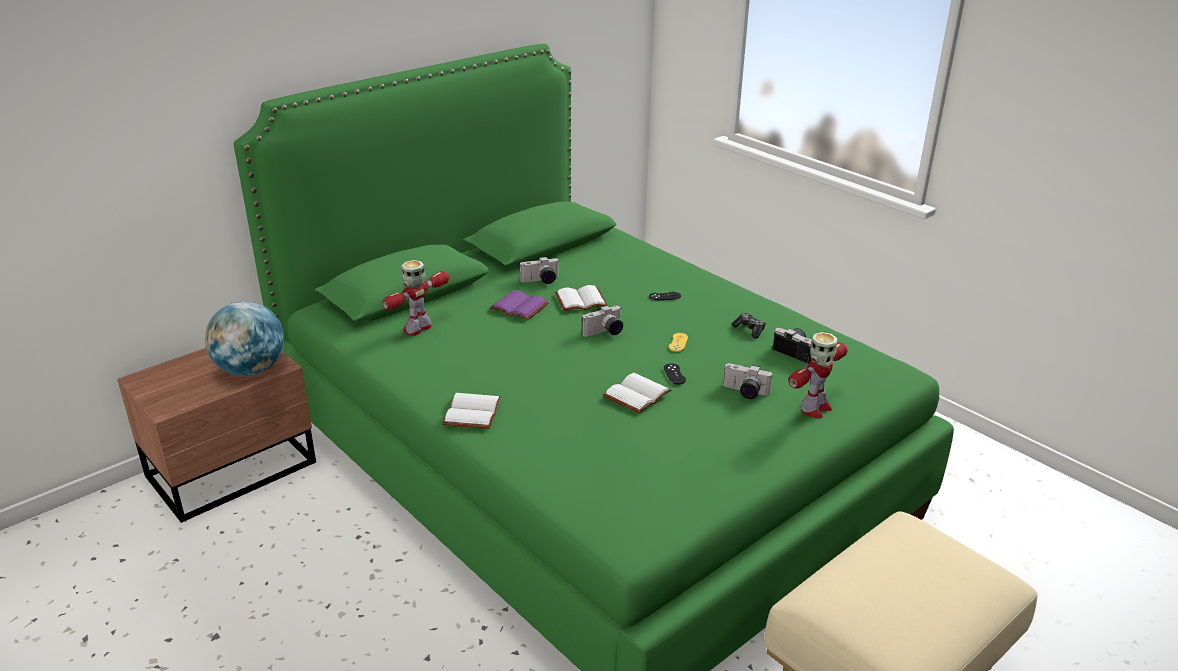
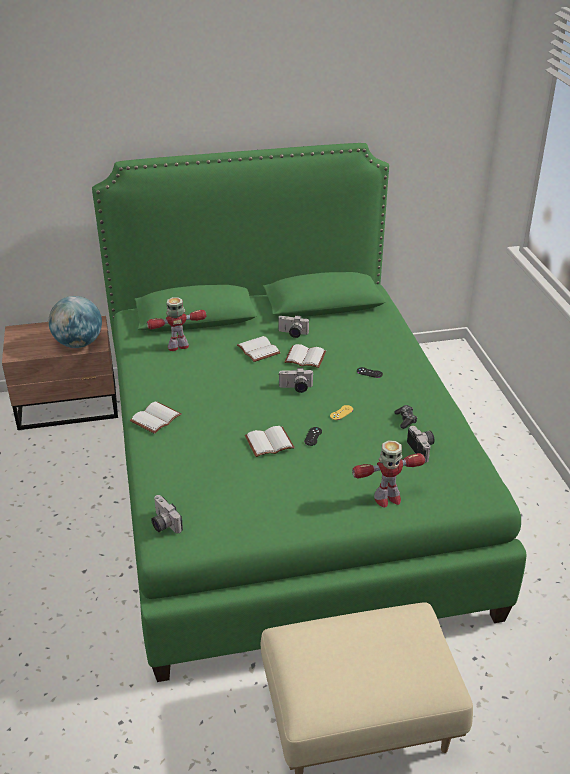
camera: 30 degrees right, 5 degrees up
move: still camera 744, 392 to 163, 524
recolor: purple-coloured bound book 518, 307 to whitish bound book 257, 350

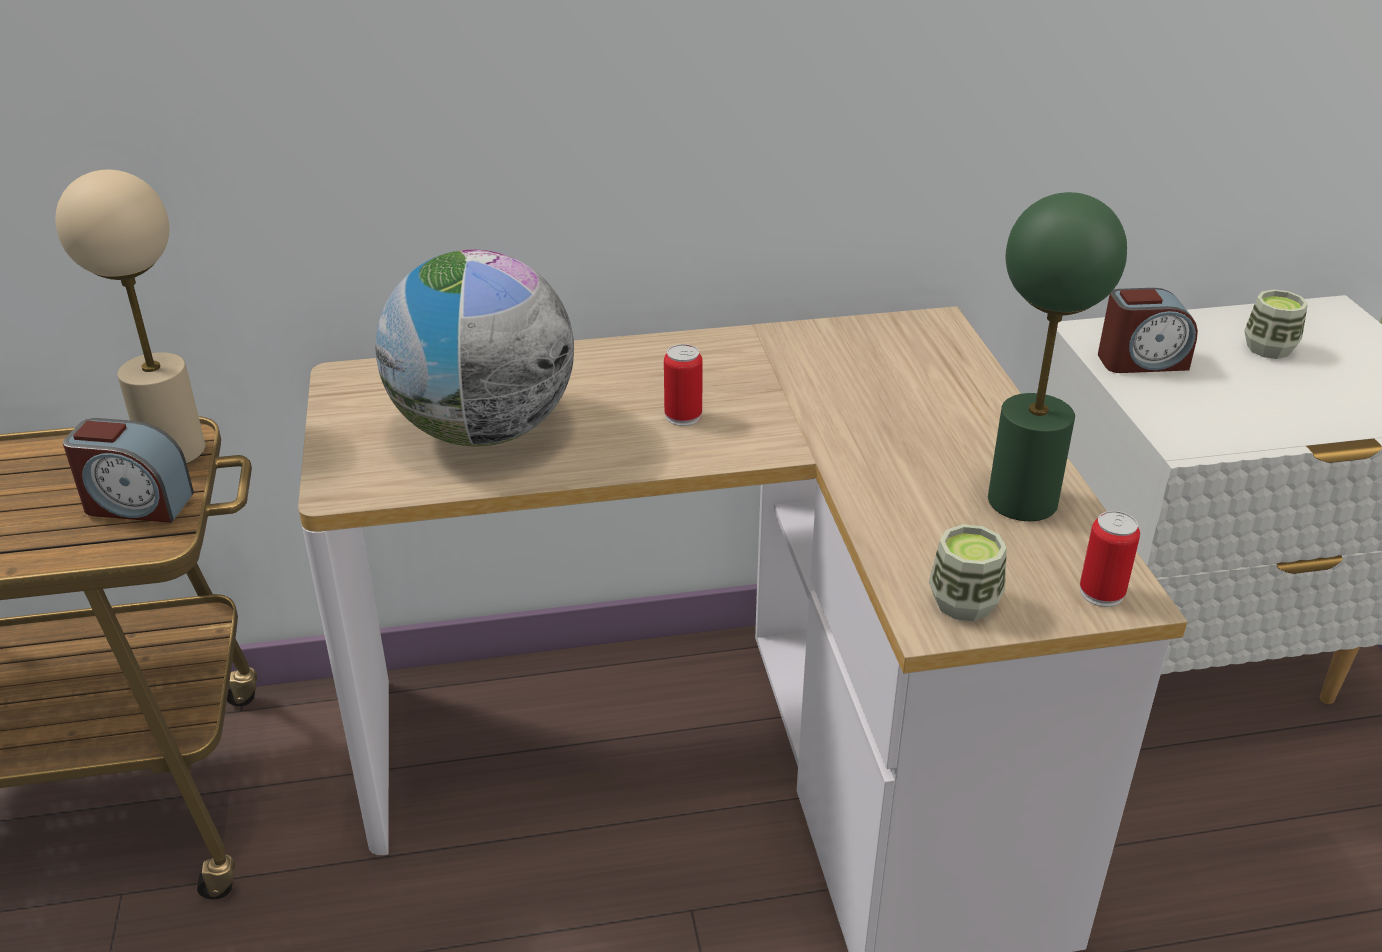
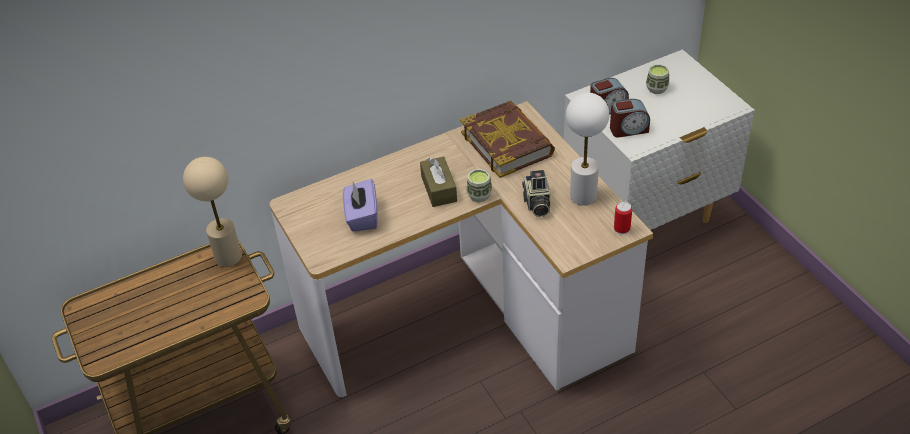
camera: 15 degrees left, 10 degrees up
insert: bound book 507, 143; still camera 536, 203
move: table clock 137, 504 to 628, 129; cup 964, 602 to 479, 195
replace: world globe 484, 430 to purple-coloured box of tissues 362, 216; can 683, 416 to brownish box of tissues 439, 189
recolor: green table lamp 1022, 501 to whitish table lamp 583, 196

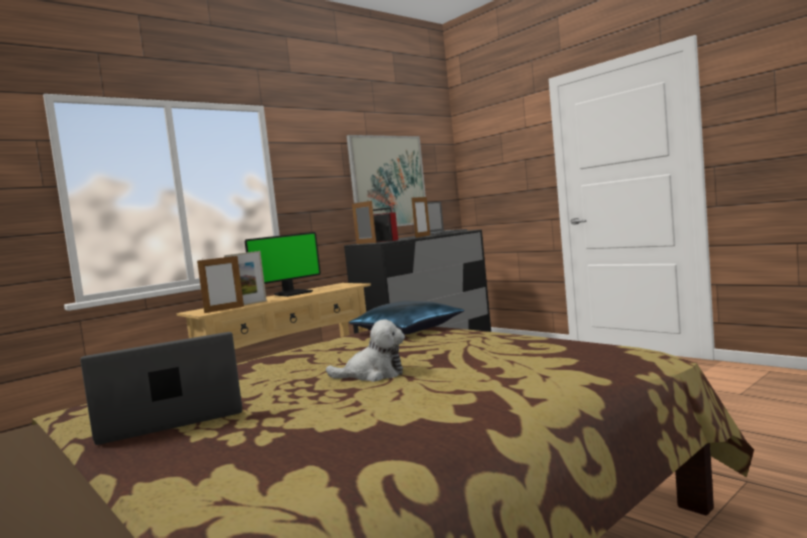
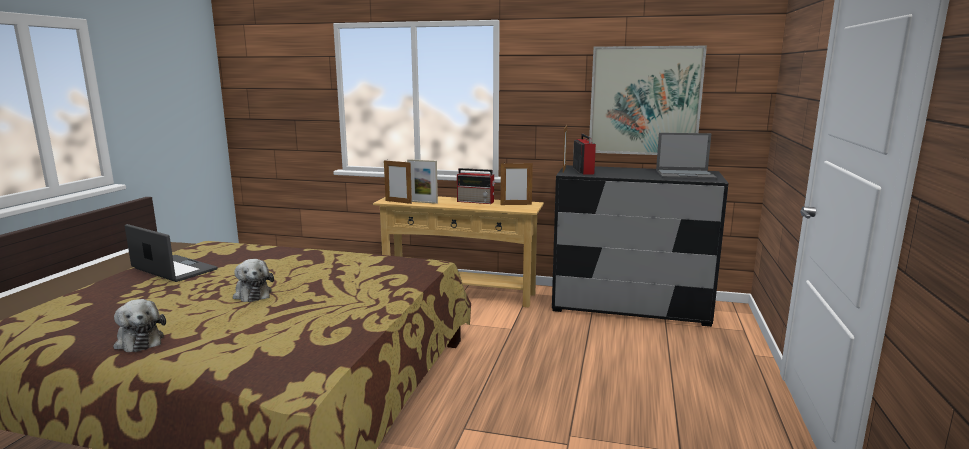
camera: 55 degrees right, 10 degrees up
delete: bluish cushion 406, 329
insert: cuddly toy 139, 340
move: picture frame 423, 236 to 516, 204
replace: monitor 293, 293 to radio receiver 476, 201

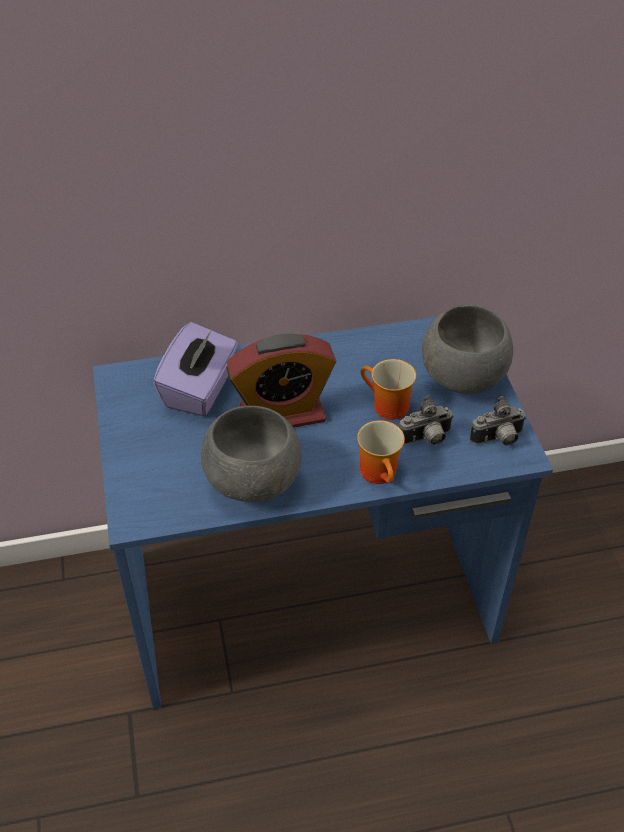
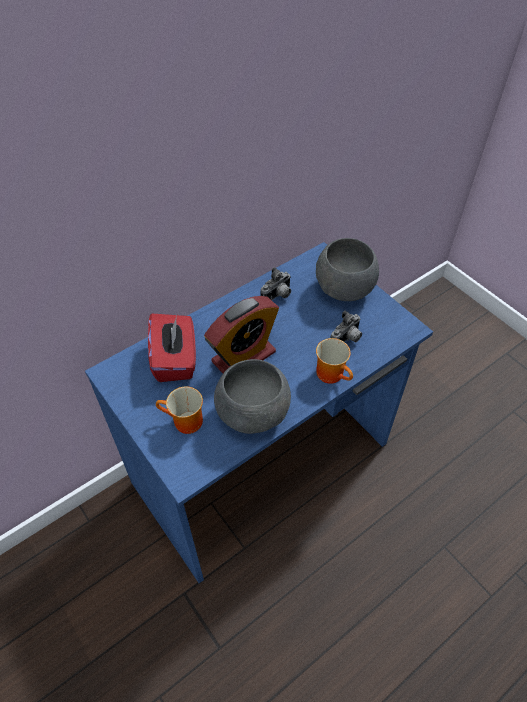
camera: 25 degrees left, 5 degrees up
move: mug 386, 407 to 184, 423; still camera 498, 440 to 278, 296
recolor: purple-coloured box of tissues 200, 389 to red-coloured box of tissues 175, 360

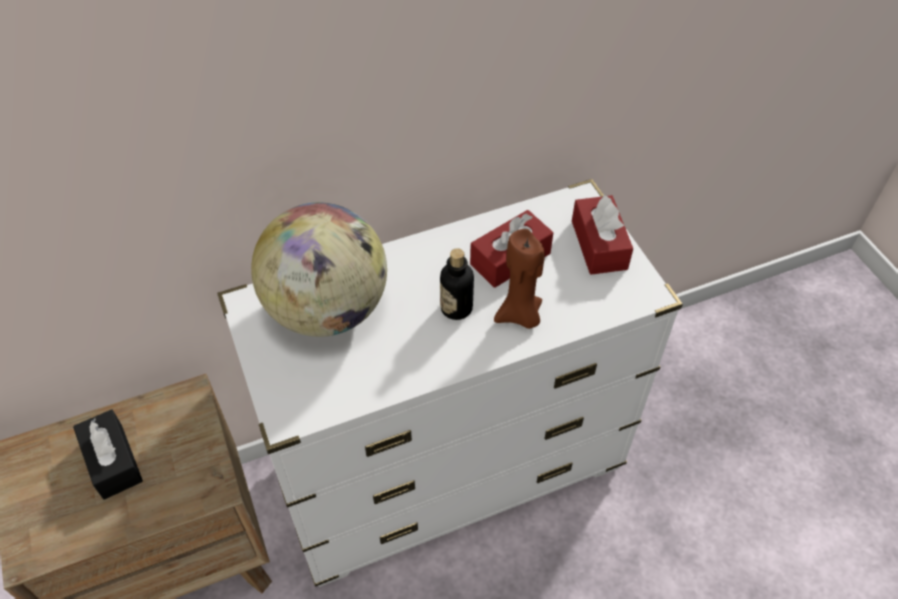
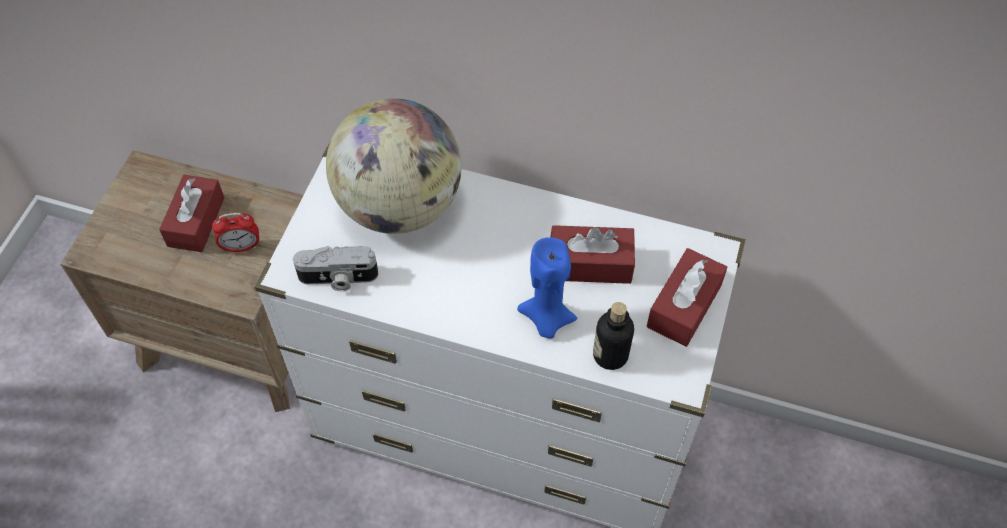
camera: 40 degrees right, 5 degrees up
insert: table clock 241, 247; still camera 338, 279
move: drink bottle 456, 308 to 610, 355
recolor: brownish wax candle 520, 316 to bluish wax candle 546, 320; black box of tissues 113, 461 to red-coloured box of tissues 196, 221

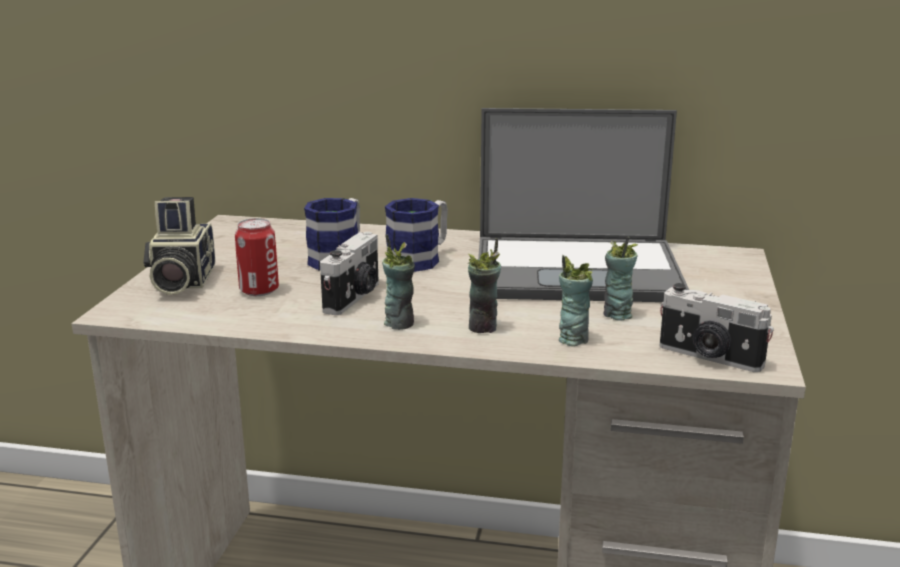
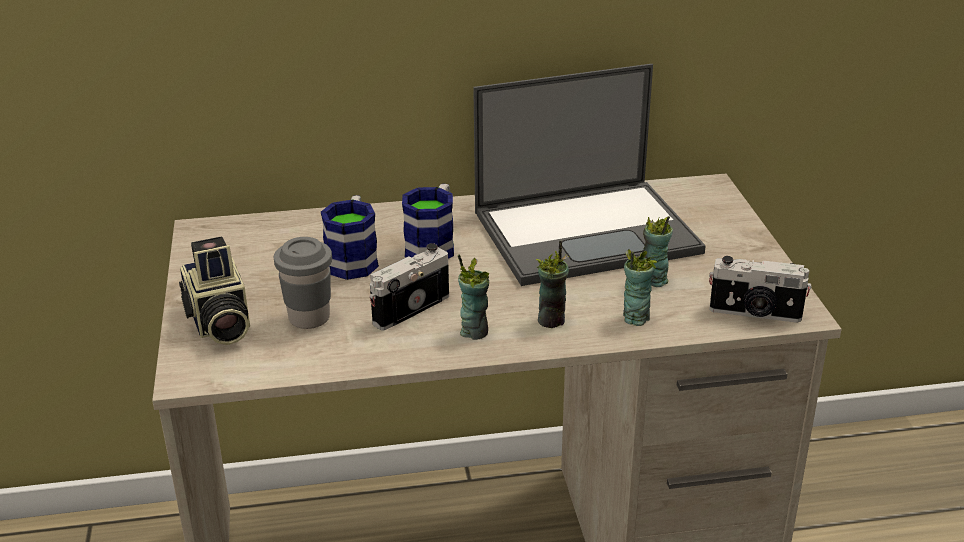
camera: 20 degrees left, 10 degrees up
replace: can 259, 290 to grey cup 309, 318
rotate: still camera 354, 298 = 409, 308 135 degrees counterclockwise

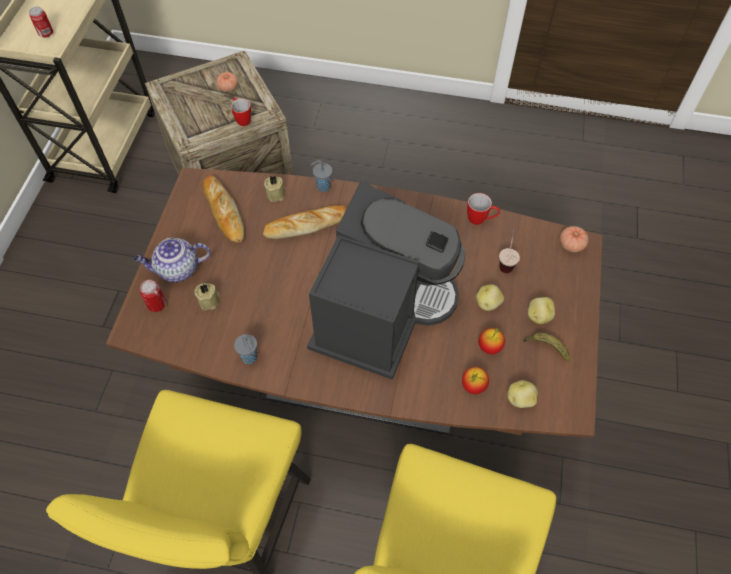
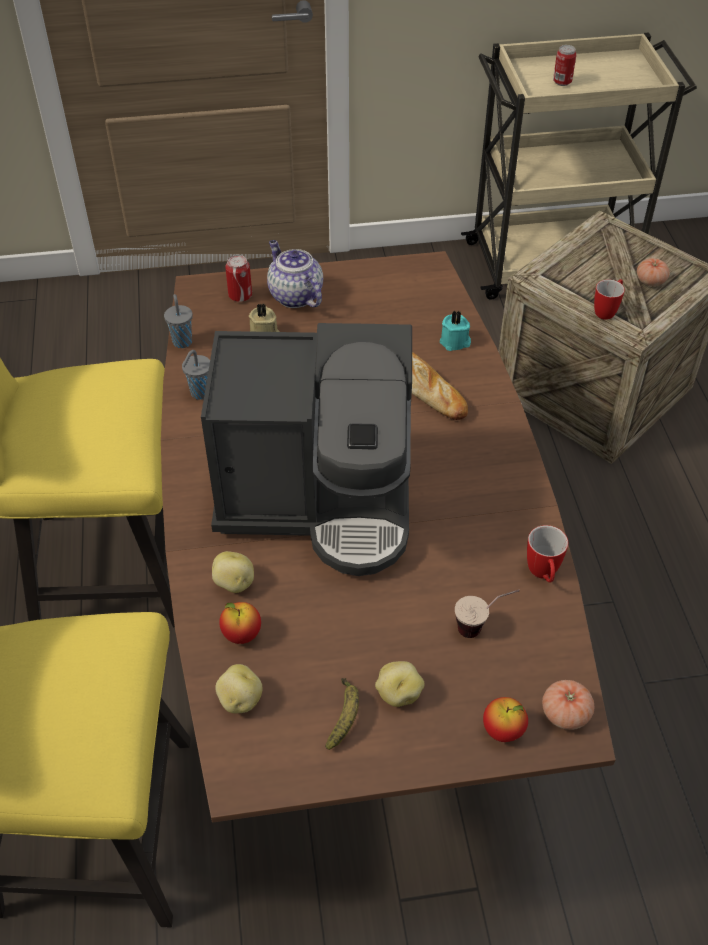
camera: 70 degrees right, 10 degrees down
delete: bakery bread 224, 212
move: grey cup 322, 187 to 182, 341; spud 488, 303 to 234, 583; whole apple 489, 347 to 503, 730
recolor: beige-coloured wax candle 276, 193 to turquoise wax candle 455, 342

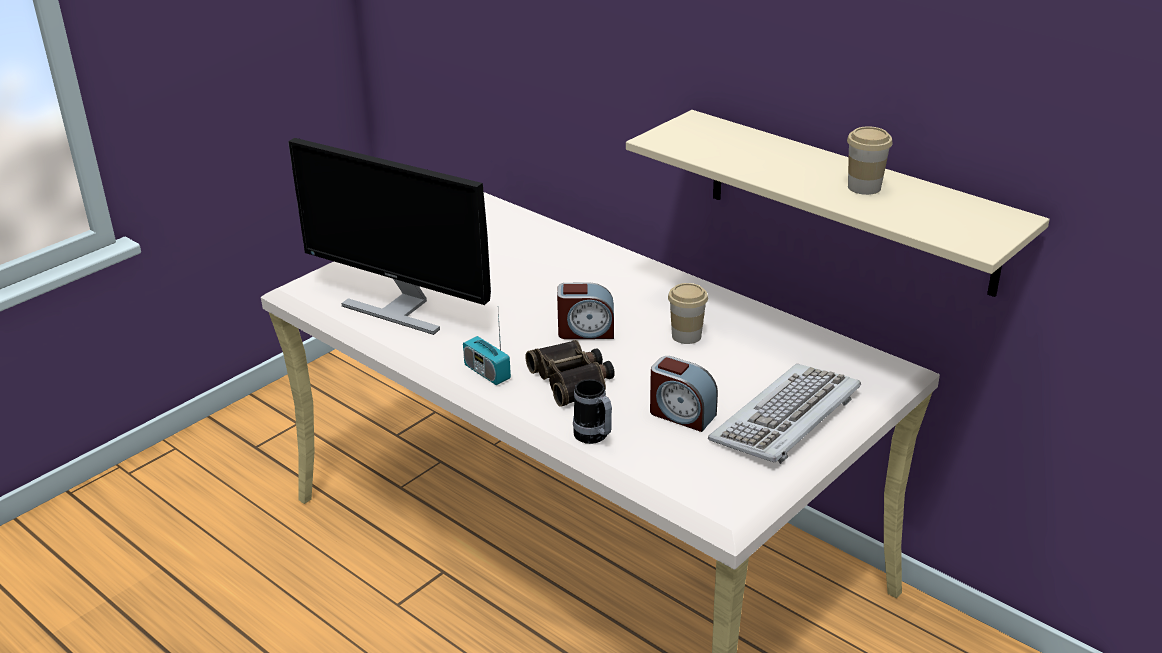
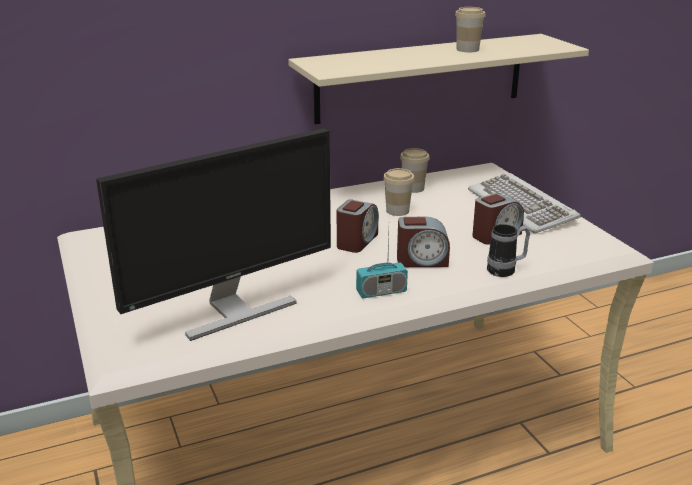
camera: 65 degrees left, 5 degrees down
insert: cup 413, 188
replace: binoculars 573, 380 to table clock 422, 261

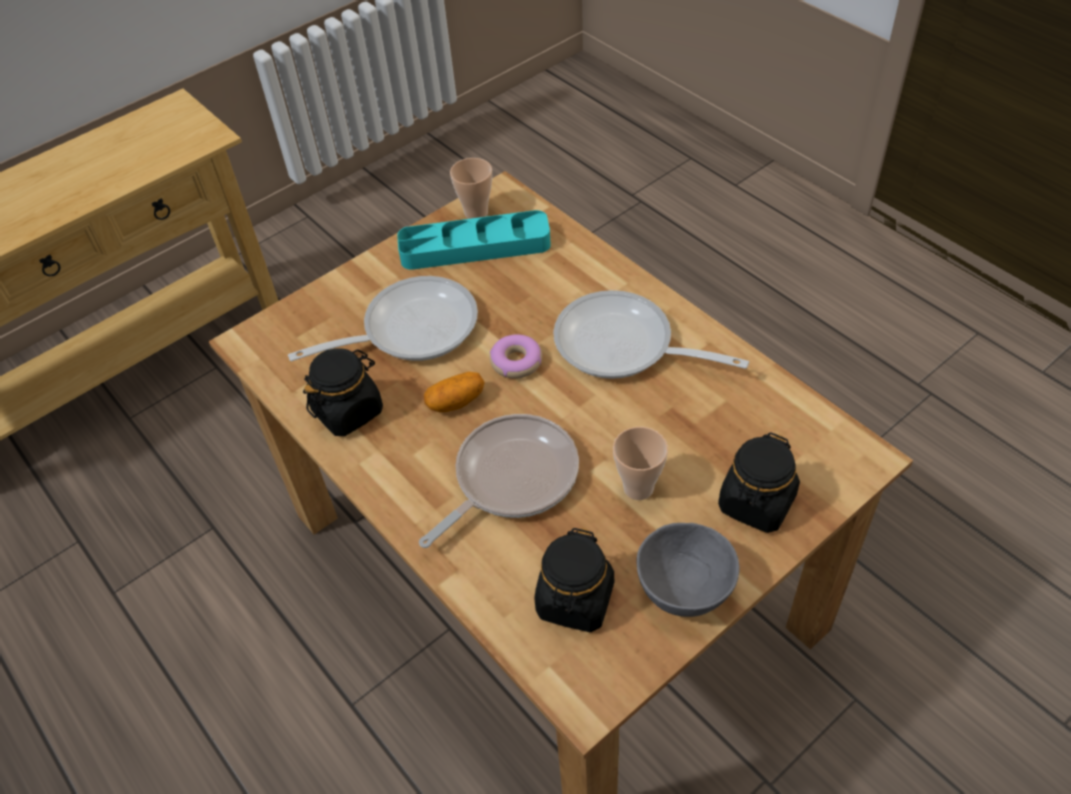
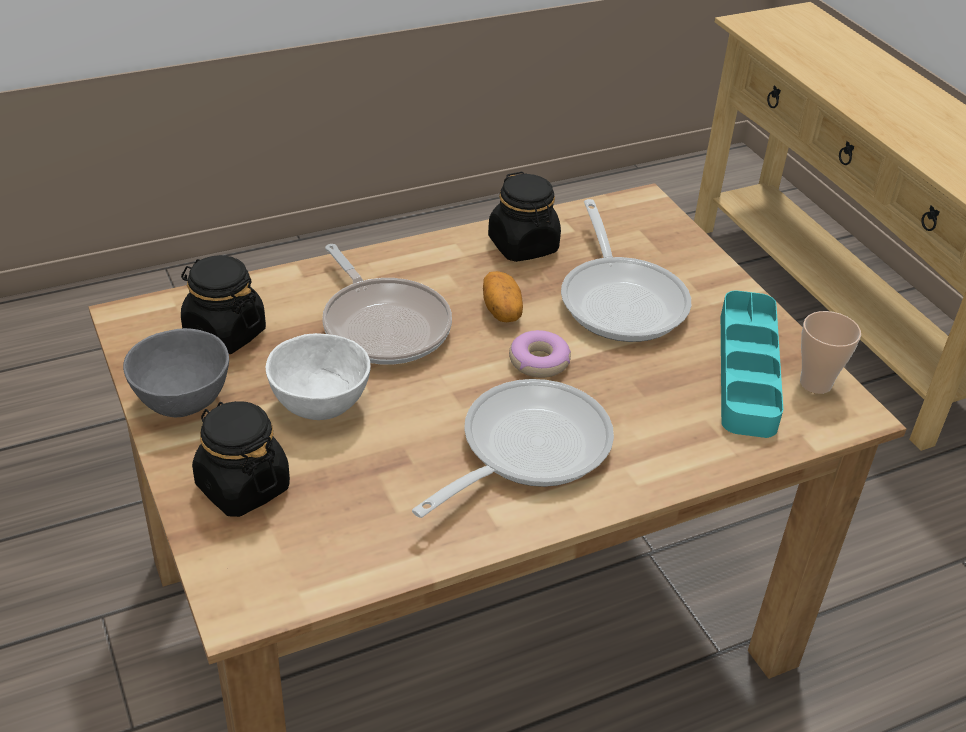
camera: 100 degrees right, 10 degrees down
replace: cup 638, 488 to whitish serving bowl 318, 405

